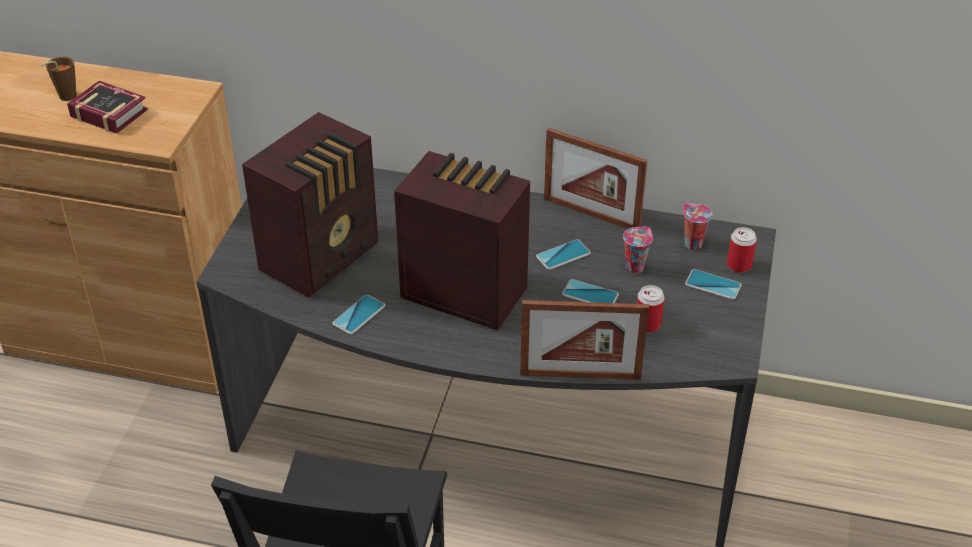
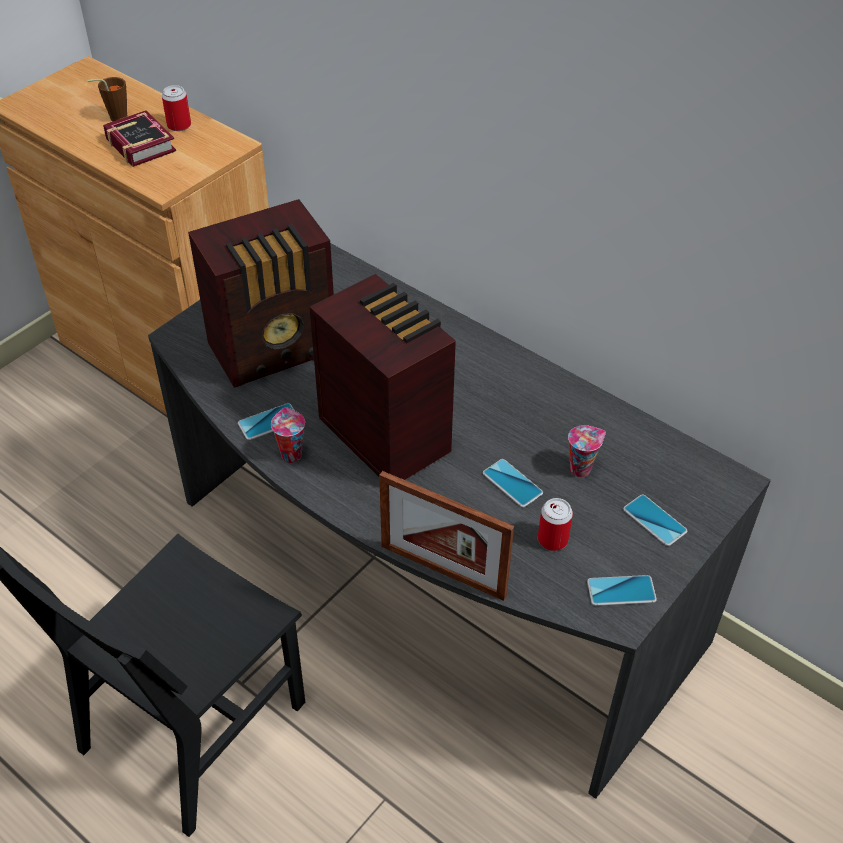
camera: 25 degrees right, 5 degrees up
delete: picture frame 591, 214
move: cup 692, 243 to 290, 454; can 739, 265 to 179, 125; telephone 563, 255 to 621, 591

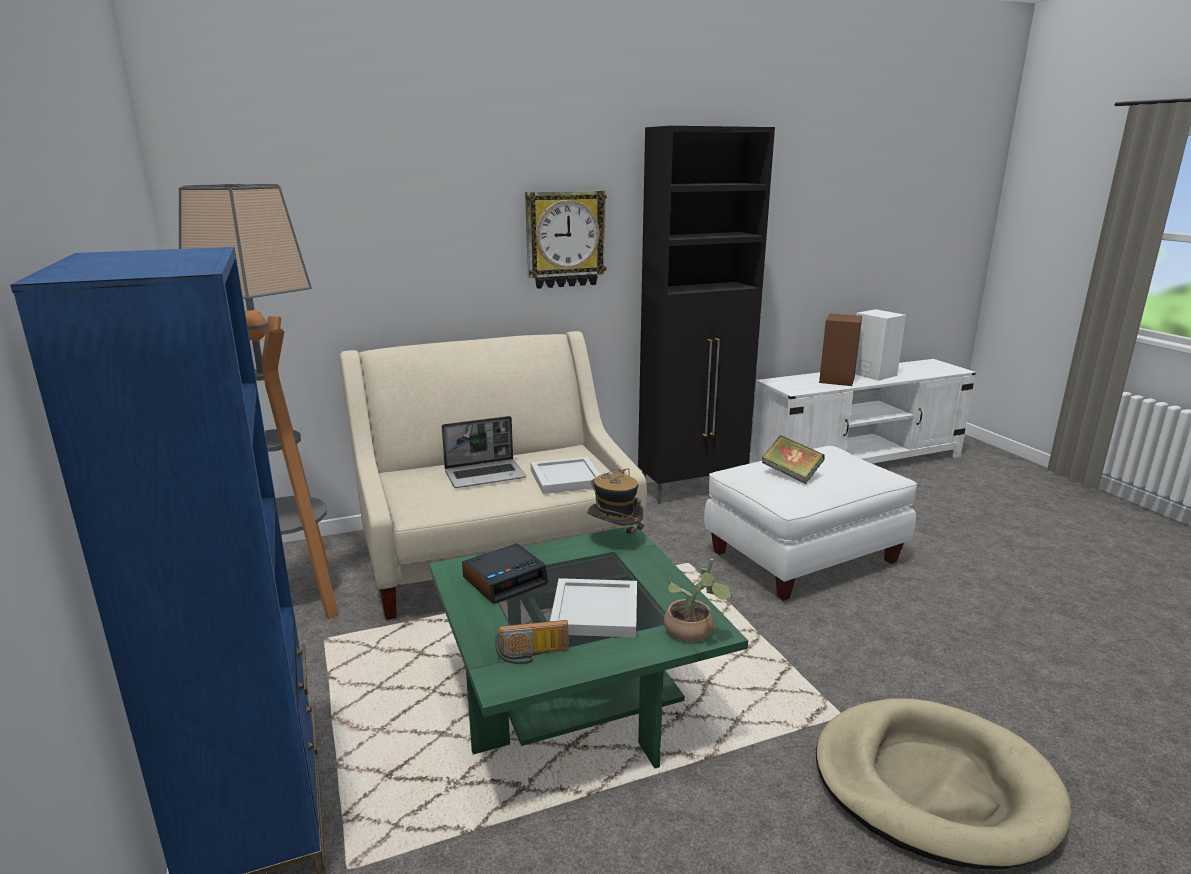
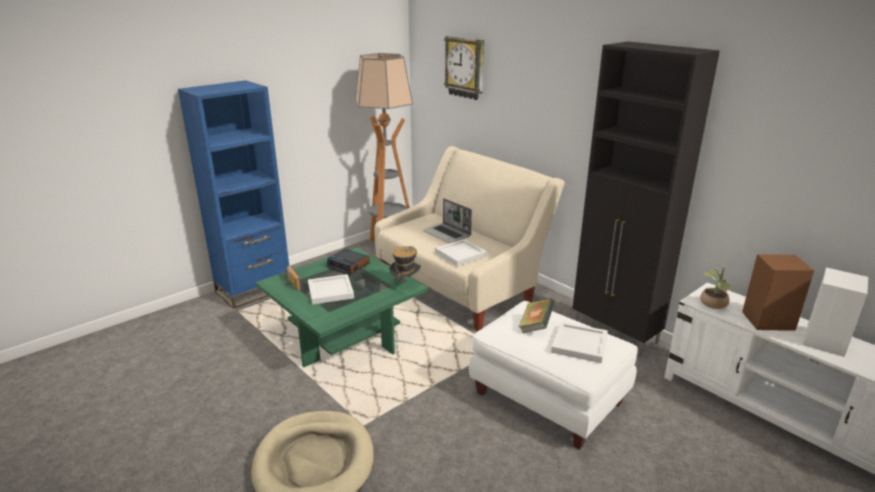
camera: 70 degrees right, 5 degrees up
insert: whitish carrying tray 580, 344
move: hanging clock 565, 239 to 465, 67; plant in a pot 693, 632 to 713, 304

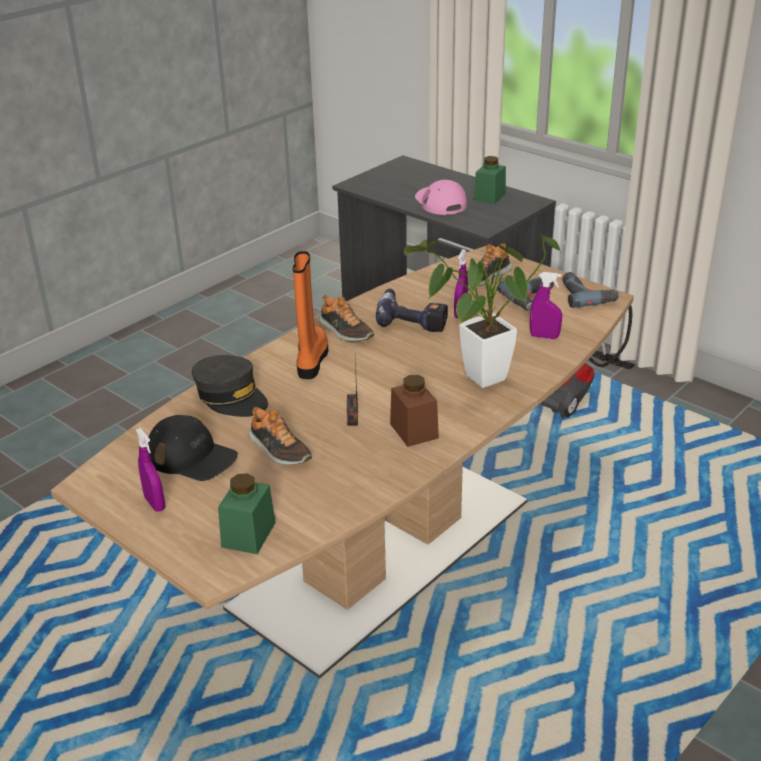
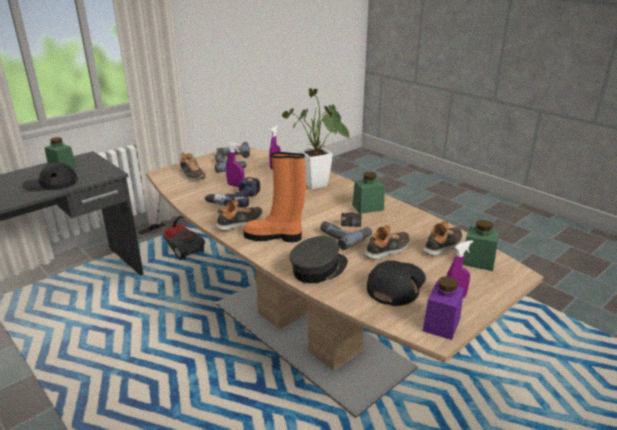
camera: 85 degrees left, 5 degrees down
insert: power drill 344, 236; shoe 443, 246; purple-coloured preserve jar 441, 324
recolor: pinkish peaked cap 440, 202 to black peaked cap 51, 183; brownish preserve jar 414, 431 to green preserve jar 368, 207

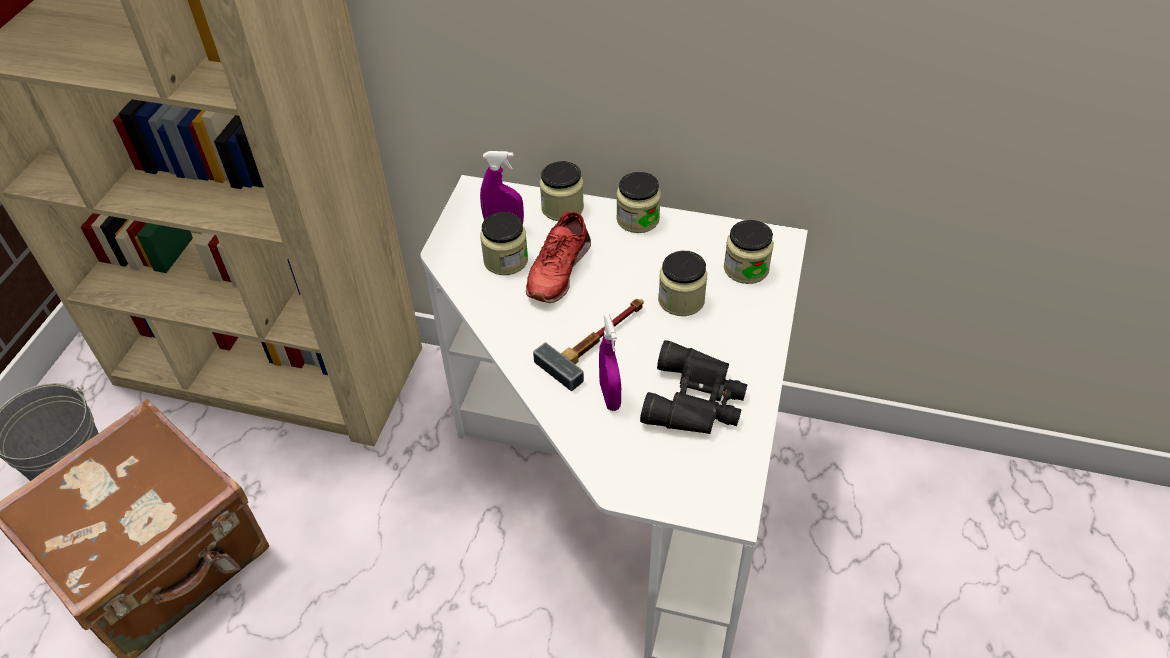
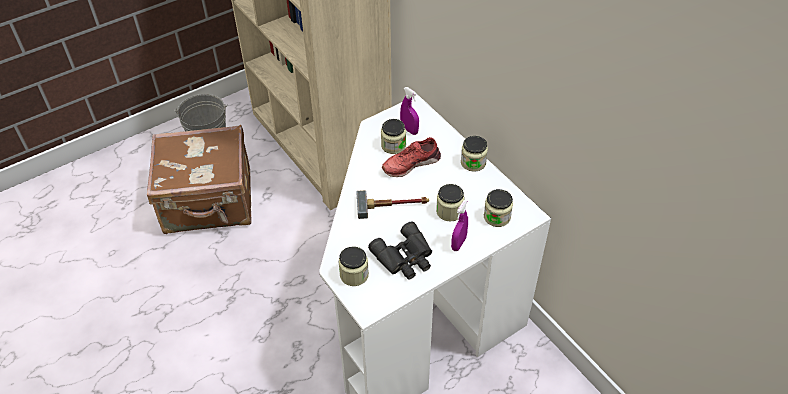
camera: 40 degrees right, 0 degrees up
move: preserve jar 562, 208 to 354, 275; purple-coloured sprayer 609, 396 to 458, 243

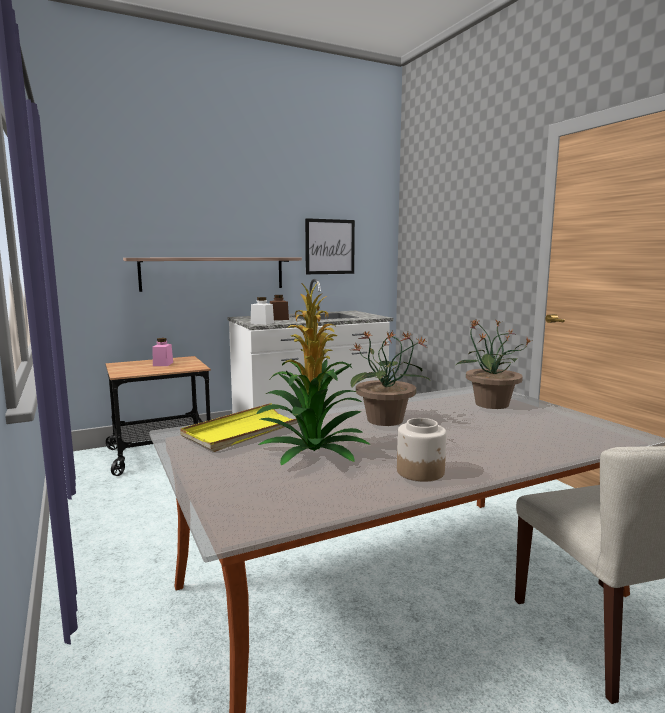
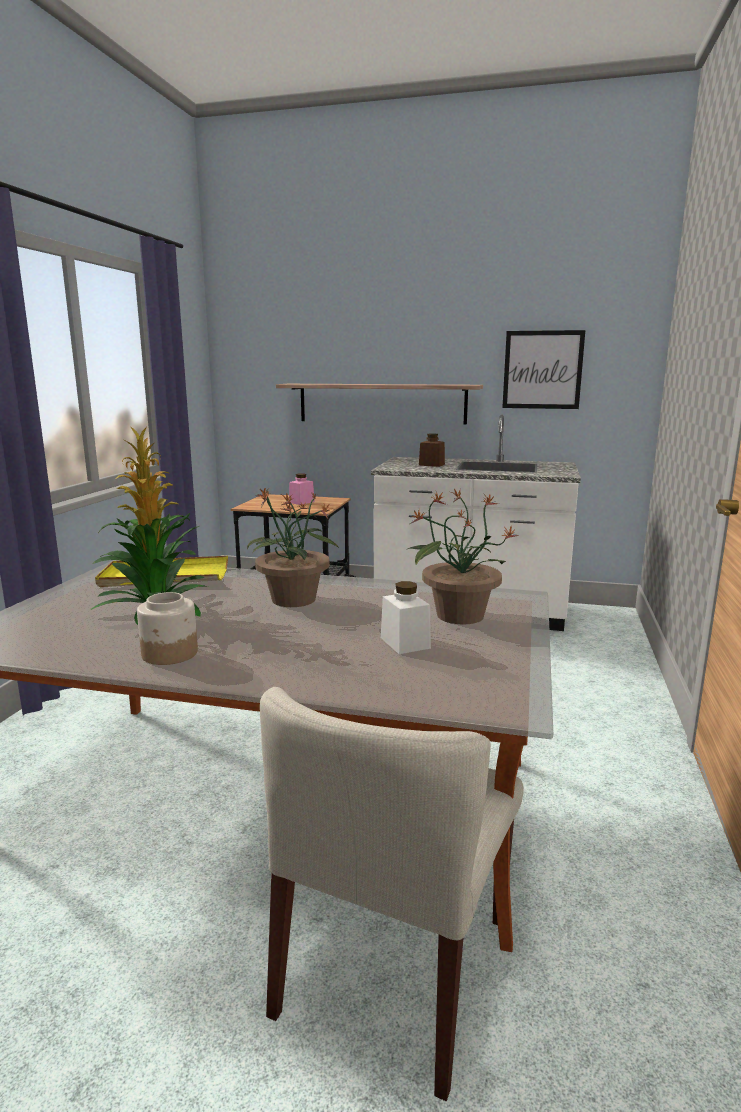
camera: 40 degrees right, 5 degrees up
move: whitish preserve jar 262, 323 to 405, 643

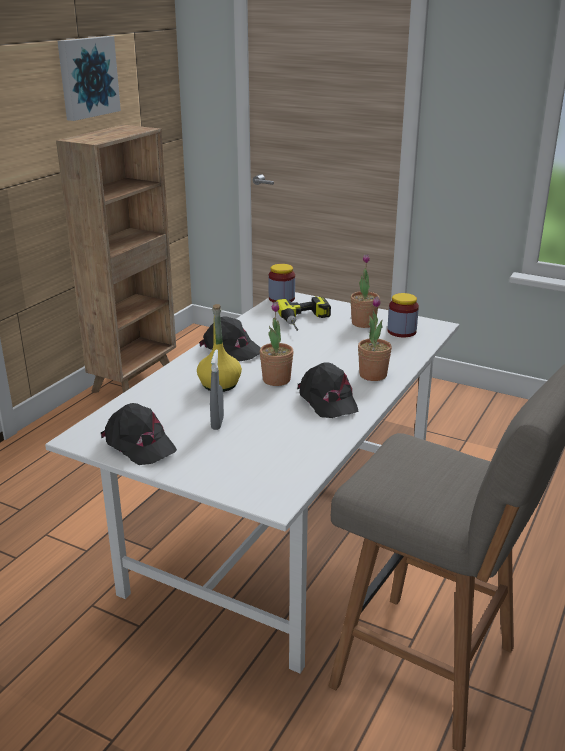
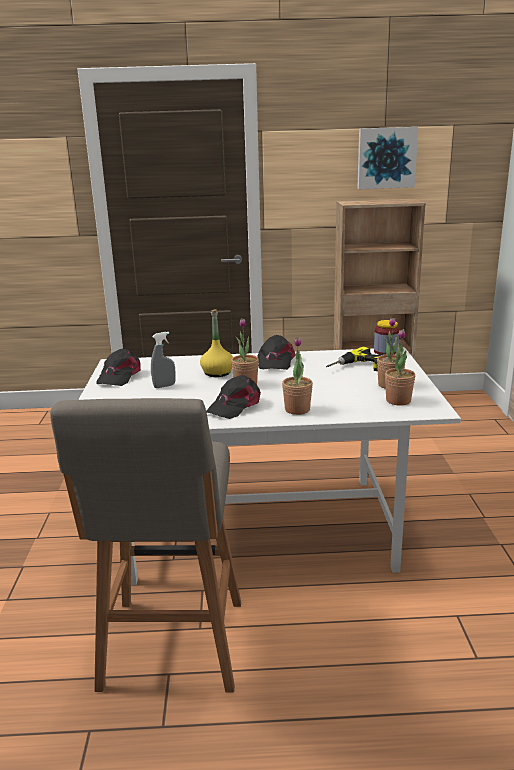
camera: 60 degrees right, 5 degrees down
replace: preserve jar 401, 331 to plant in a pot 398, 400

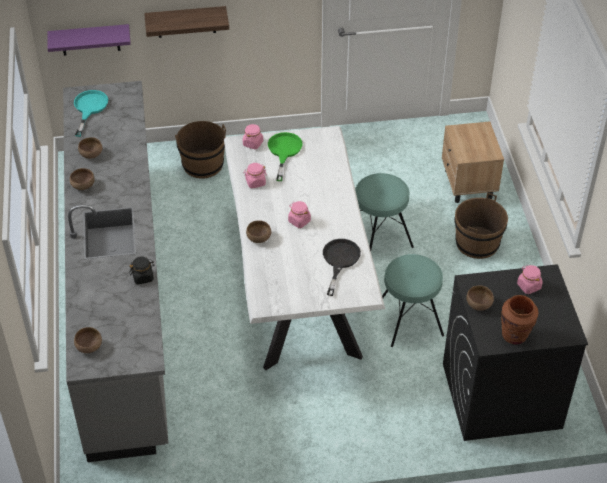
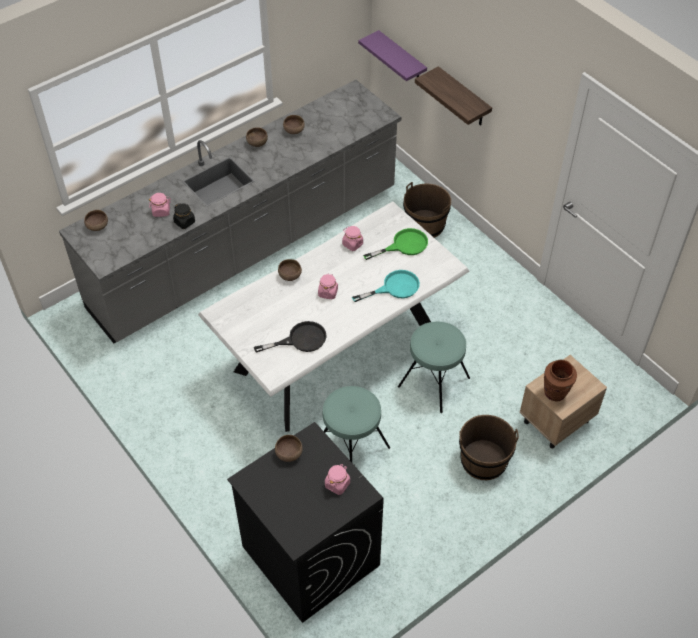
camera: 60 degrees right, 5 degrees up
move: turquoise skillet 89, 108 to 394, 287; pinkish preserve jar 253, 143 to 161, 211; brownish decorative vase 514, 335 to 555, 393

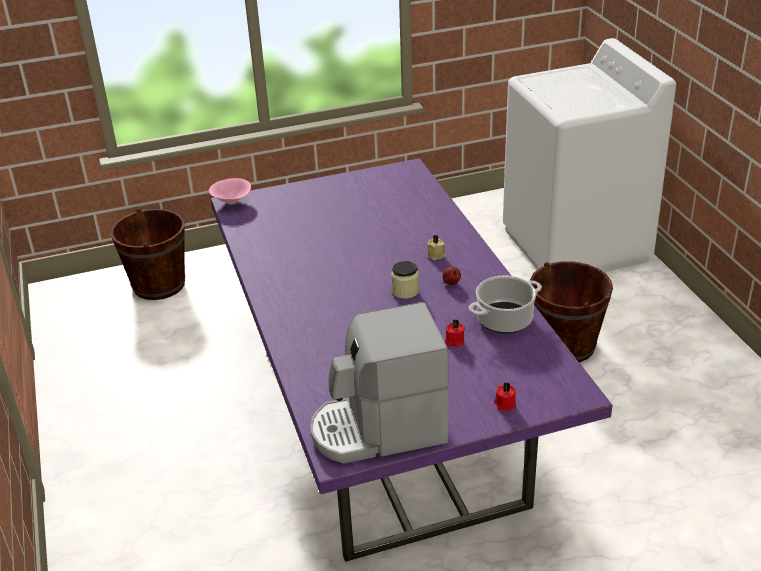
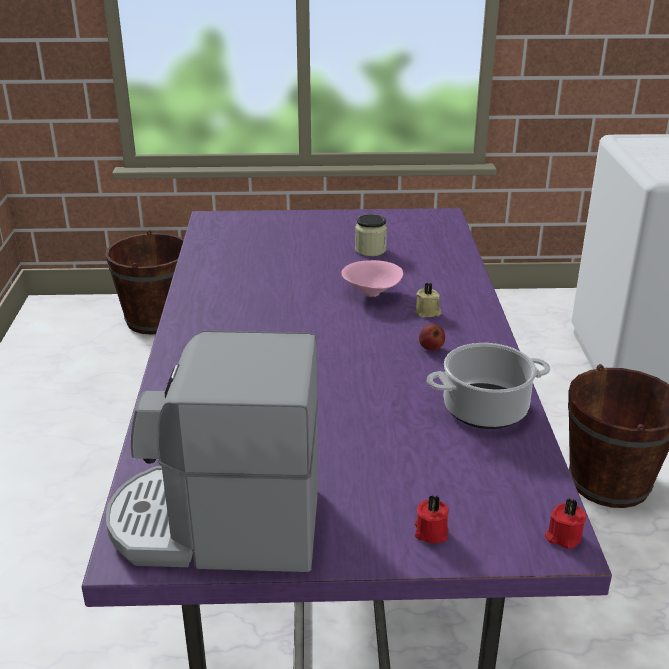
camera: 15 degrees right, 5 degrees down
move: pinkish serving bowl 232, 202 to 372, 294; preserve jar 405, 291 to 370, 250; red-coloured wax candle 454, 341 to 563, 536

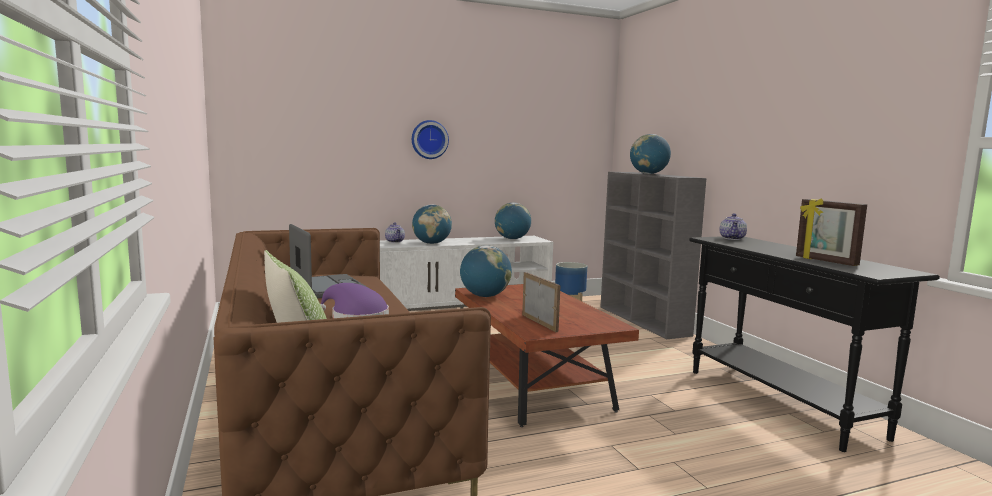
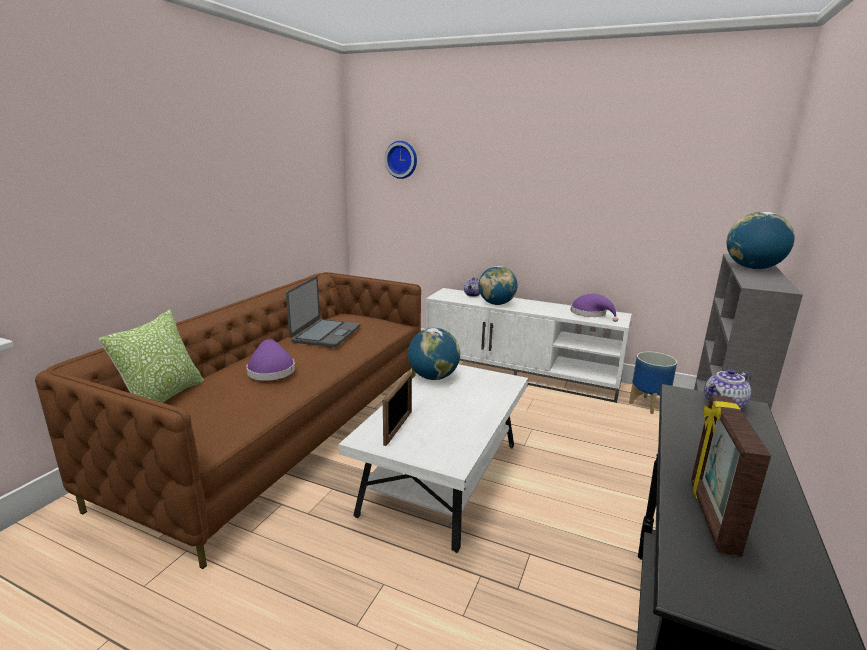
camera: 45 degrees right, 10 degrees up
move: hanging clock 429, 139 to 402, 159
replace: world globe 512, 239 to purple-coloured wearable hat 590, 314
recolor: brownish low table 532, 384 to whitish low table 443, 479

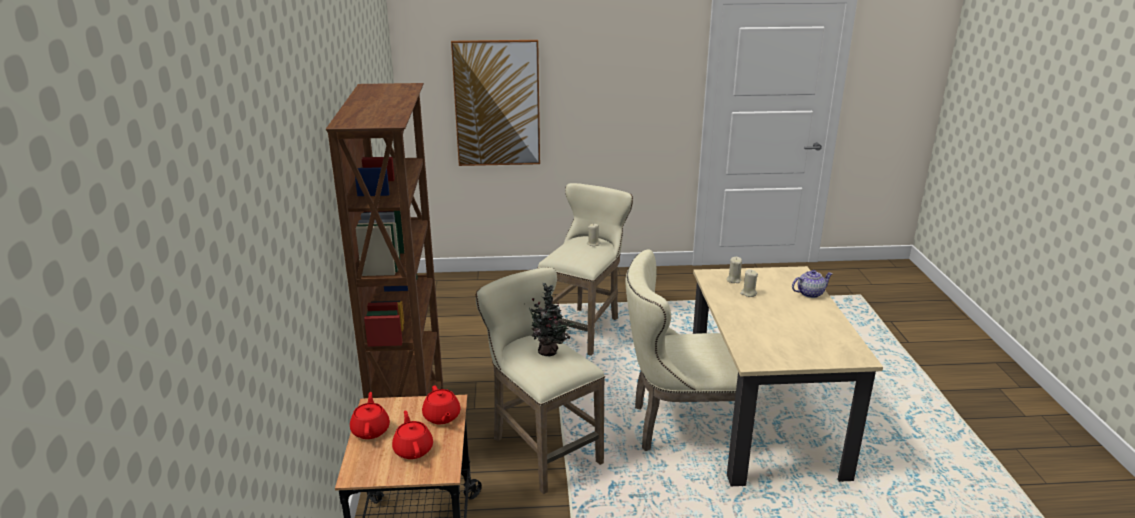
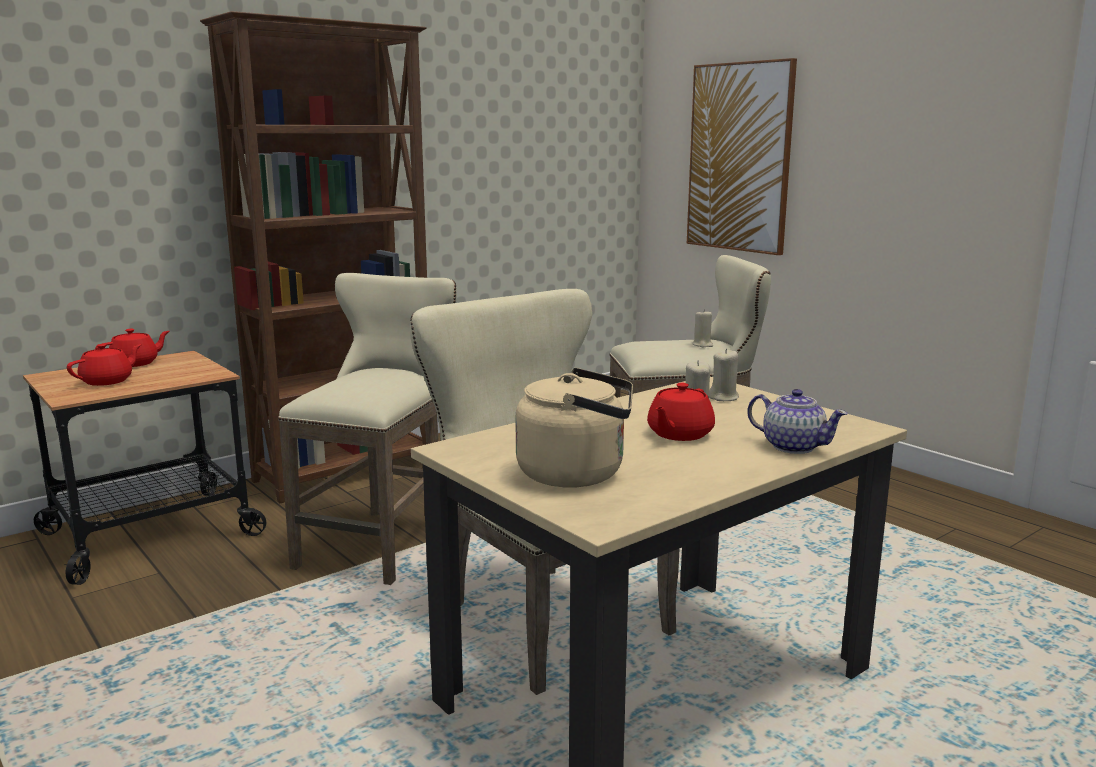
camera: 55 degrees right, 10 degrees down
delete: plant in a pot 550, 352
insert: beige-coloured kettle 577, 474
move: red-coloured teapot 441, 417 to 679, 434

